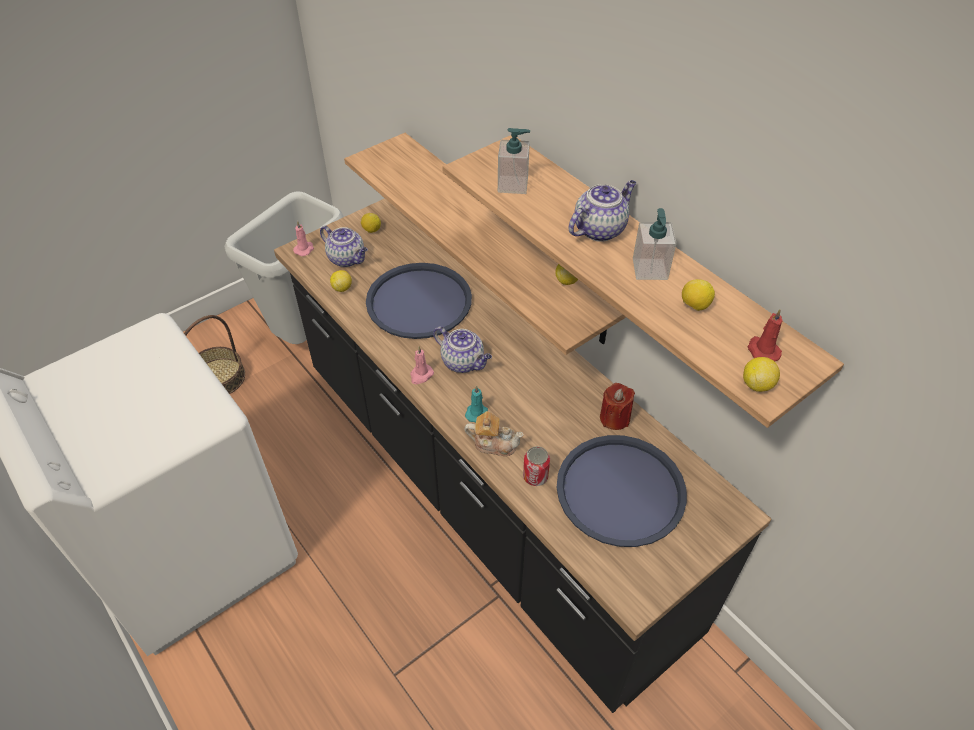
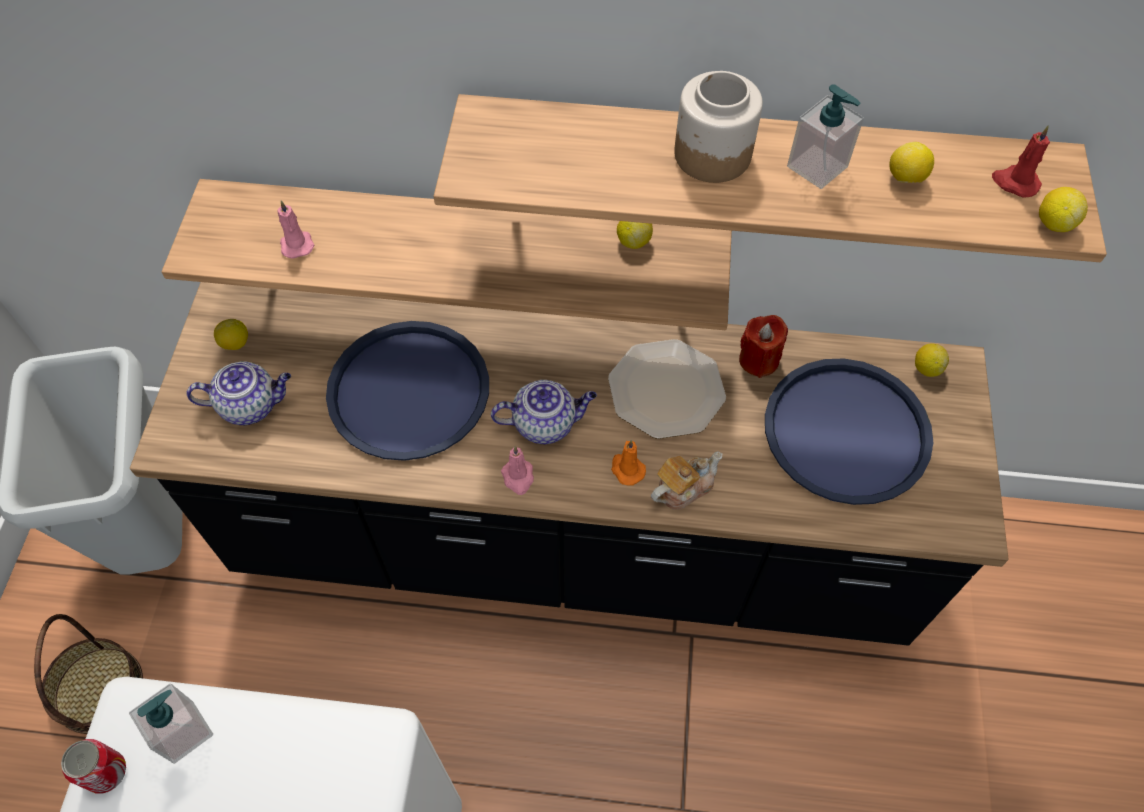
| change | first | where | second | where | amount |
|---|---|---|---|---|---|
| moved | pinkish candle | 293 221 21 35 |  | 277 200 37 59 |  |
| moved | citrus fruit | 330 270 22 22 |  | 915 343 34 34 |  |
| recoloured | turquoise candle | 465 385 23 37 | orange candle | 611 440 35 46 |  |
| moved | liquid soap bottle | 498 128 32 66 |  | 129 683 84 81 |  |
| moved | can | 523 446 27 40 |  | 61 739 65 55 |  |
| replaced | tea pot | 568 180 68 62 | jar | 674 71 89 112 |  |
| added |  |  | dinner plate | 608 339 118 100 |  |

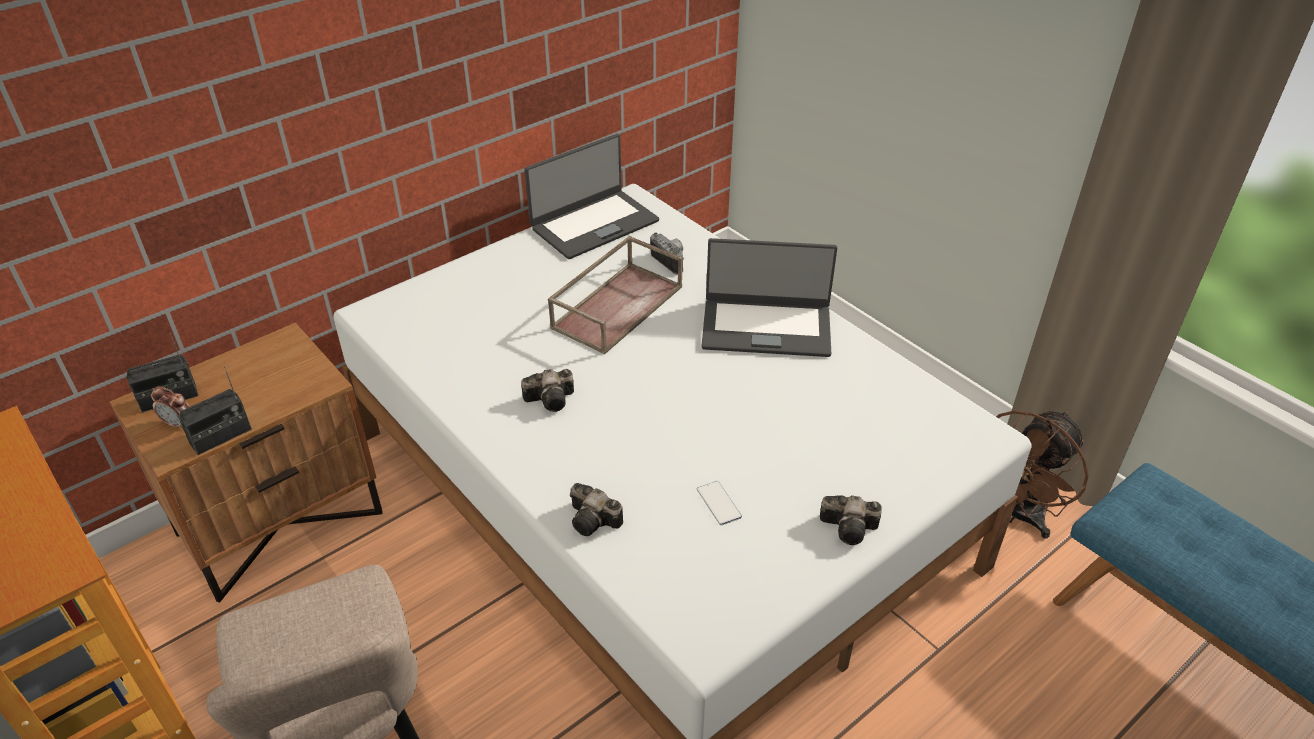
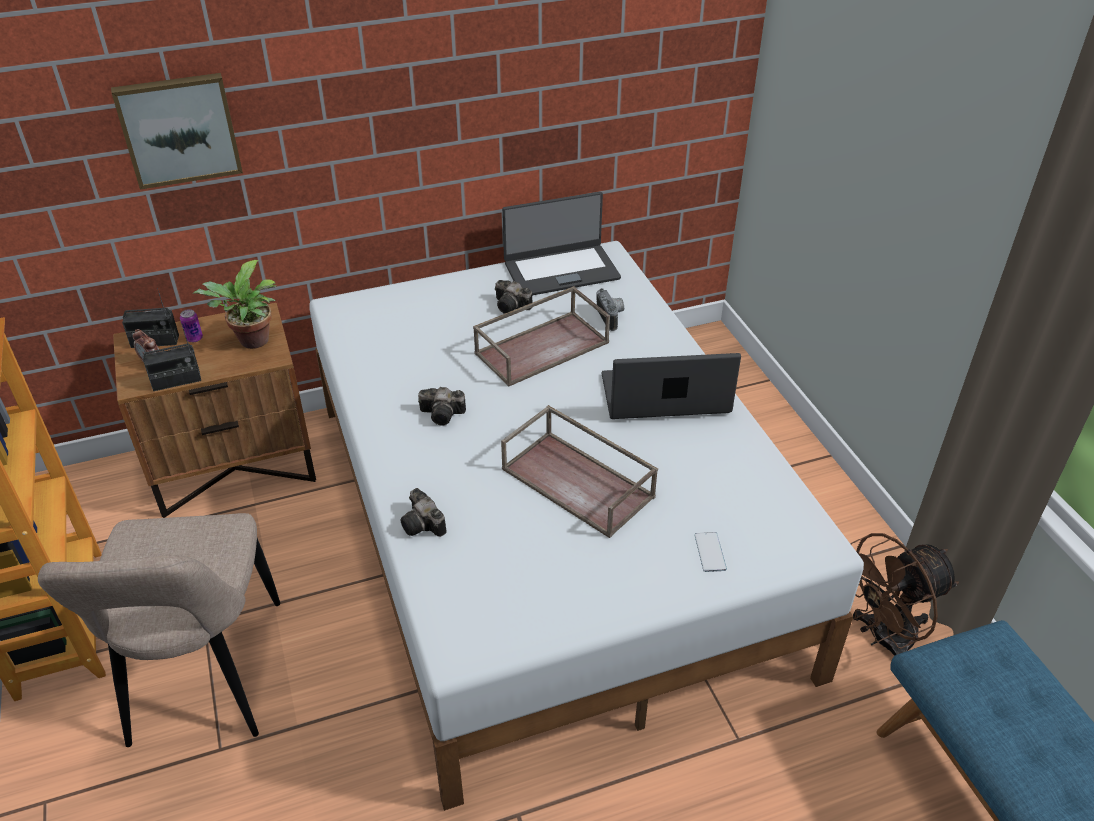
| change | first | where | second | where | amount |
|---|---|---|---|---|---|
| moved | handset | 697 481 45 44 |  | 694 532 33 40 |  |
| turned | laptop | 701 238 136 119 |  | 602 353 139 66 | 150 degrees clockwise |
| moved | photo camera | 820 495 62 50 |  | 495 280 37 34 |  |
| added |  |  | picture | 111 73 132 117 |  |
| added |  |  | can | 180 309 23 33 |  |
| added |  |  | houseplant | 192 260 85 89 |  |
| added |  |  | brown-coloured serving tray | 501 405 157 133 |  |

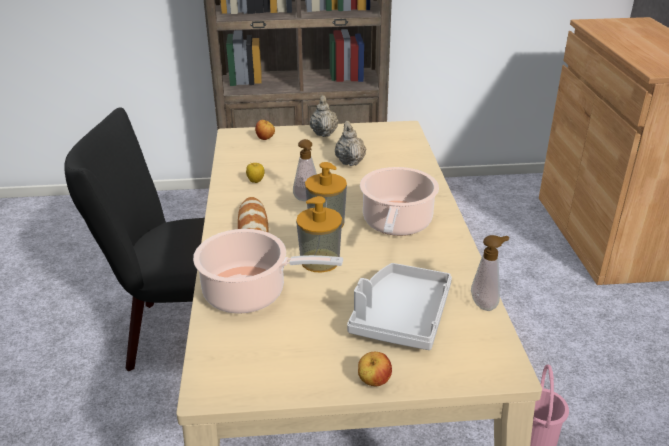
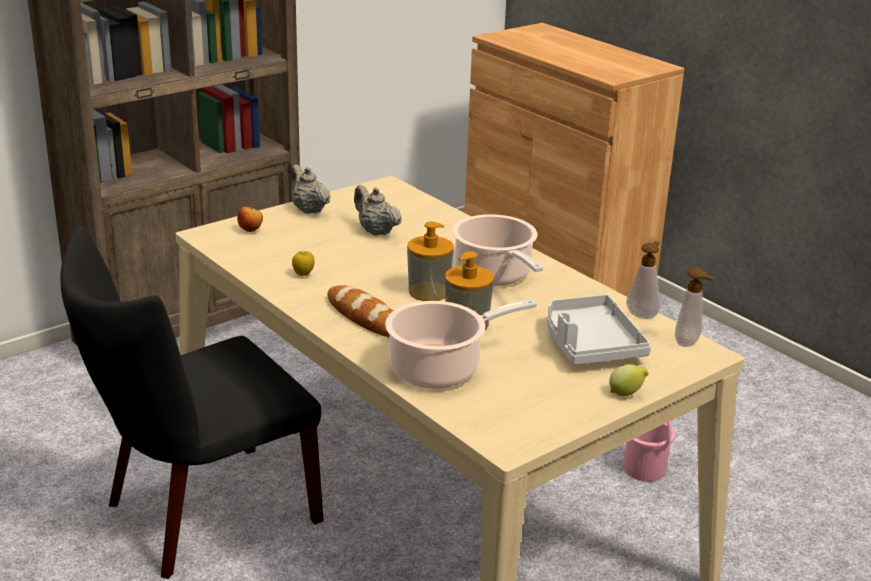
| change | first | where | second | where | amount |
|---|---|---|---|---|---|
| moved | liquid soap bottle | 293 139 24 62 |  | 675 268 39 79 |  |
| replaced | whole apple | 358 352 34 34 | citrus fruit | 609 364 40 32 |  |

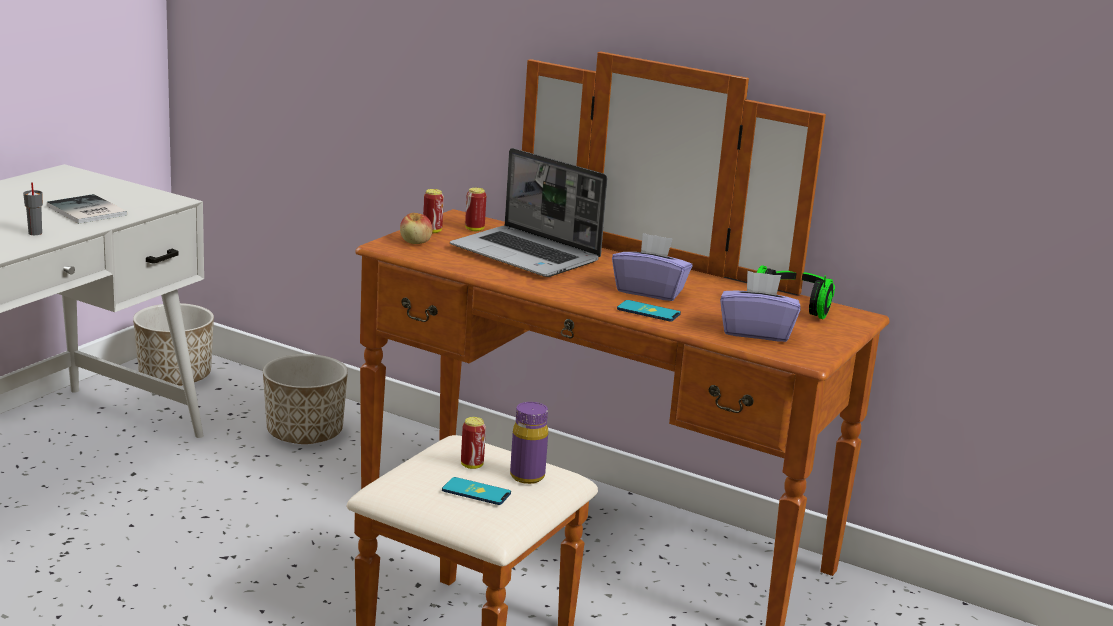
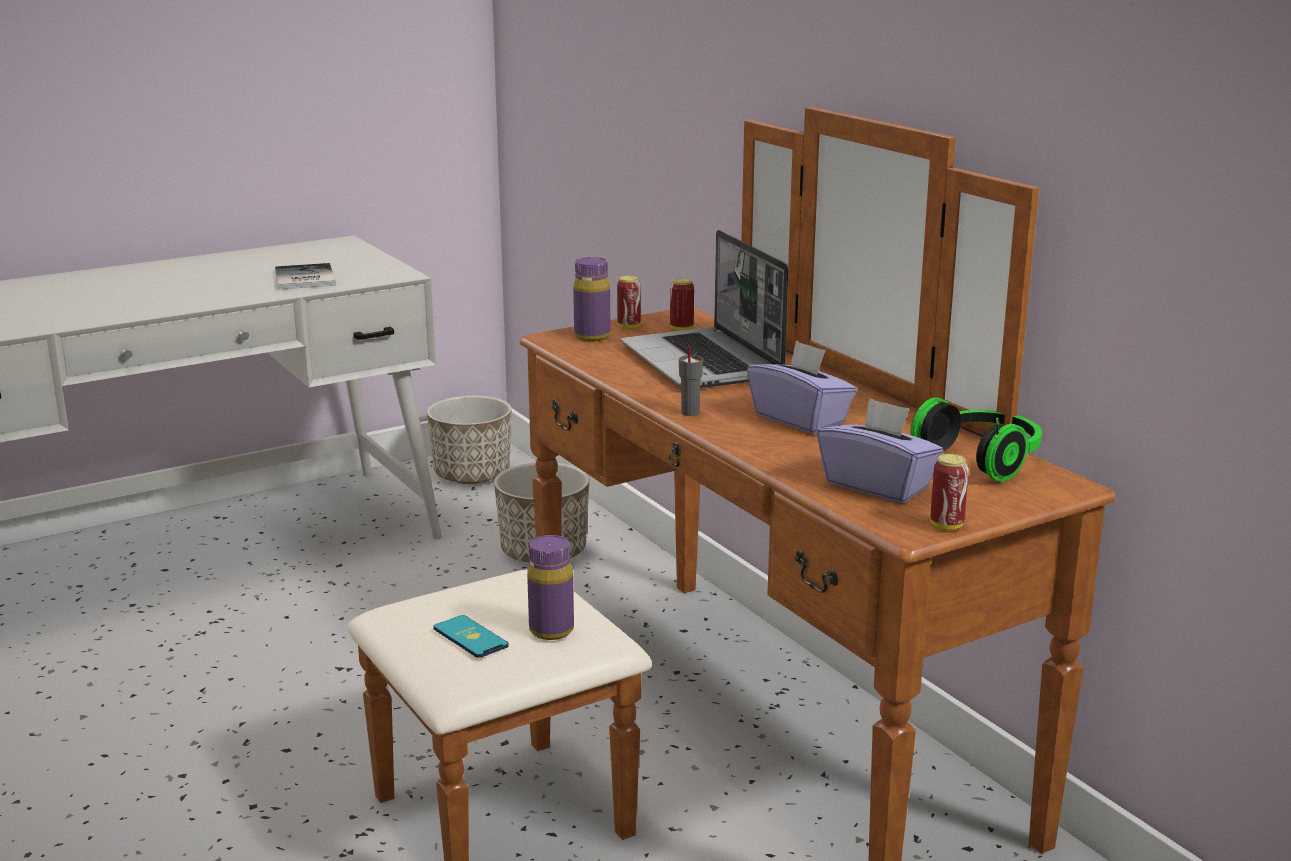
| change | first | where | second | where | amount |
|---|---|---|---|---|---|
| moved | gray small cup | 23 182 20 53 |  | 679 345 24 71 |  |
| replaced | whole apple | 400 213 33 31 | purplish beverage bottle | 573 257 37 84 |  |
| moved | can | 461 417 25 52 |  | 930 454 39 76 |  |
| removed | handset | 617 300 64 21 |  |  |  |

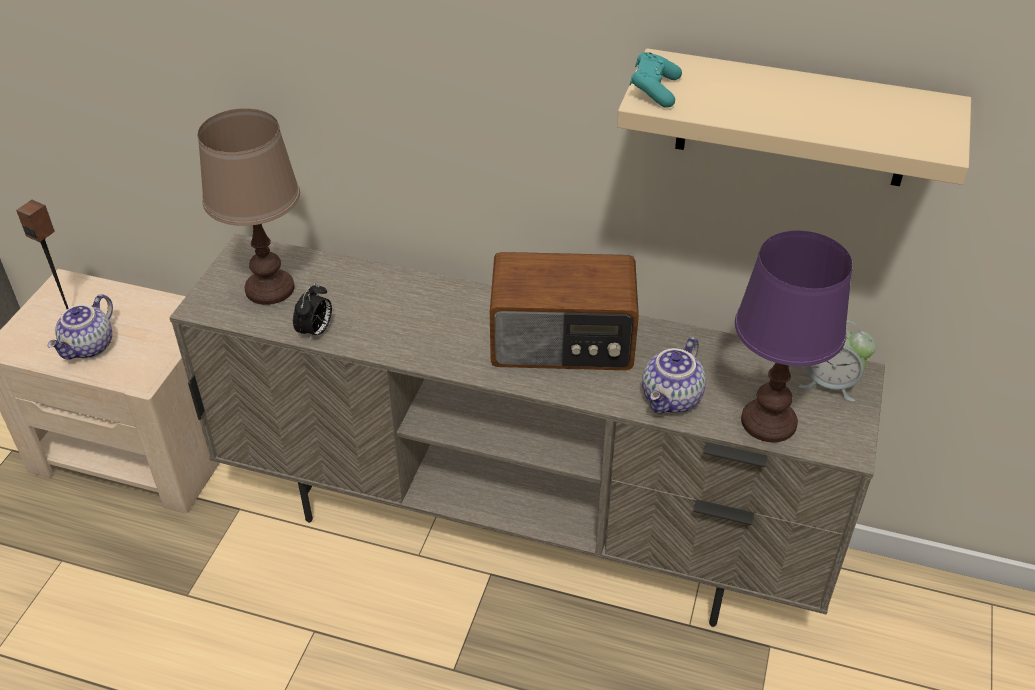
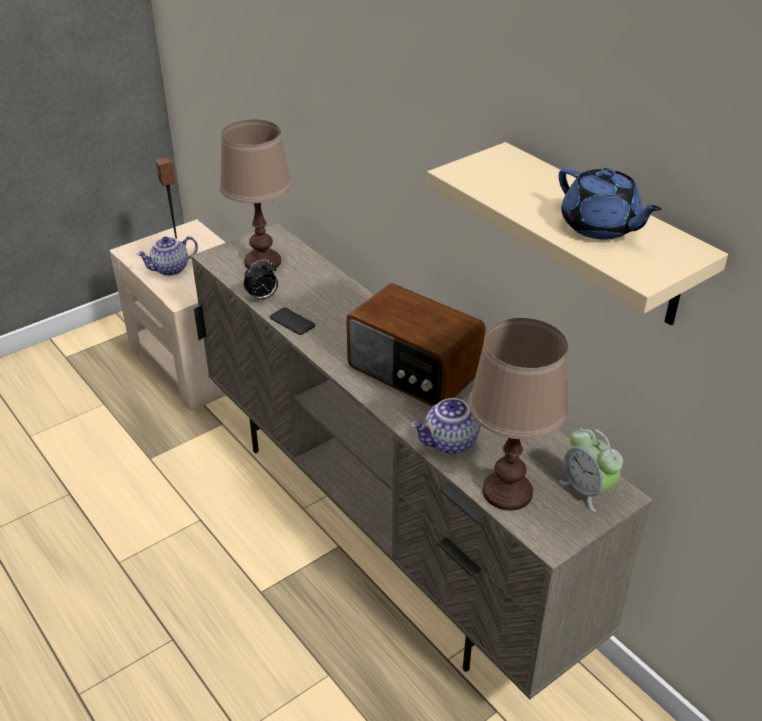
| change | first | where | second | where | amount |
|---|---|---|---|---|---|
| removed | turquoise gamepad | 630 52 52 56 |  |  |  |
| recoloured | purplish table lamp | 735 230 118 213 | brown-coloured table lamp | 469 318 99 193 |  |
| added |  |  | handset | 270 308 45 27 |  |
| added |  |  | blue tea pot | 559 168 103 71 |  |

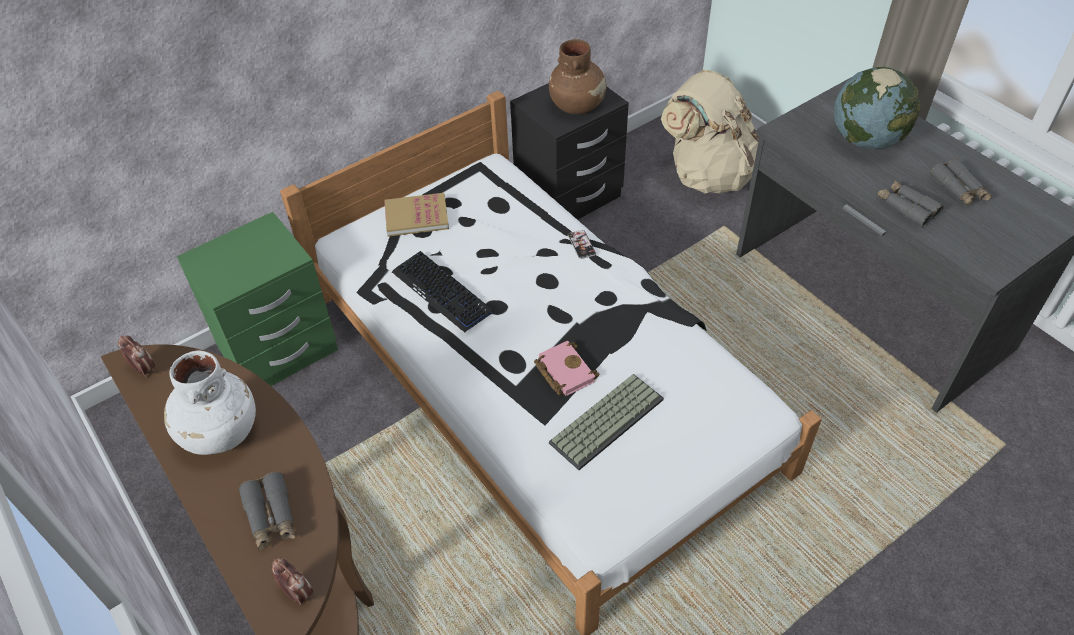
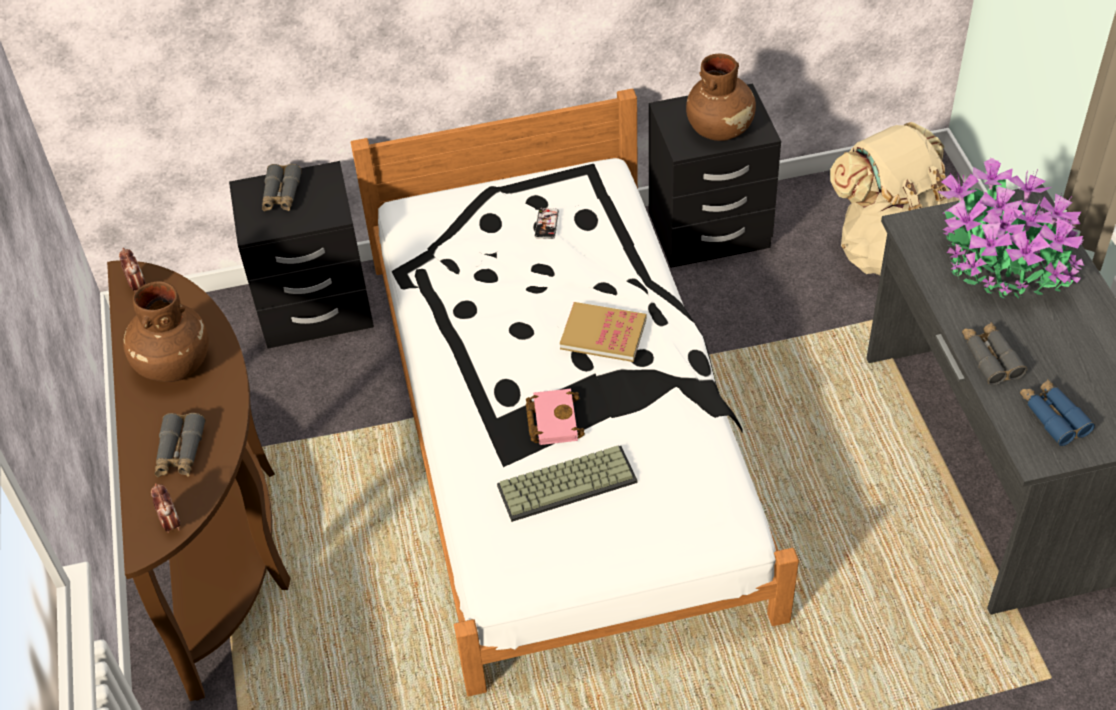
| change | first | where | second | where | amount |
|---|---|---|---|---|---|
| recoloured | white flower vase | 164 351 92 104 | brown-coloured flower vase | 123 281 86 101 |  |
| recoloured | greenish night table | 177 212 161 174 | blackish night table | 229 161 145 187 |  |
| moved | bound book | 384 193 65 44 |  | 560 302 86 60 |  |
| removed | keyboard | 392 251 102 82 |  |  |  |
| moved | handset | 568 230 28 29 |  | 535 208 24 31 |  |
| replaced | globe | 834 67 86 82 | houseplant | 937 158 147 141 |  |
| moved | gray field glasses | 930 159 62 48 |  | 262 164 40 47 |  |
| added |  |  | blue field glasses | 1020 378 75 68 |  |

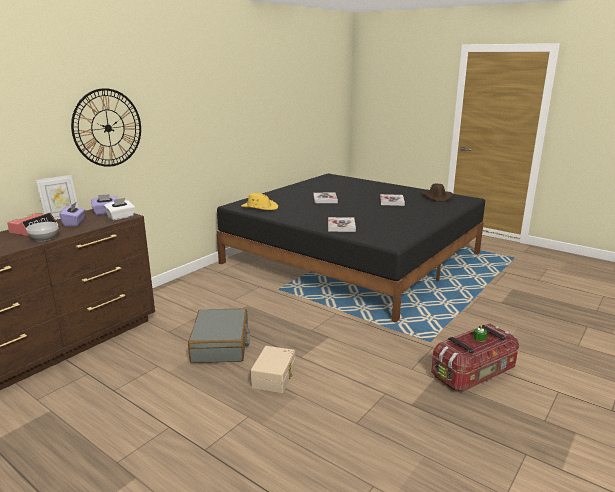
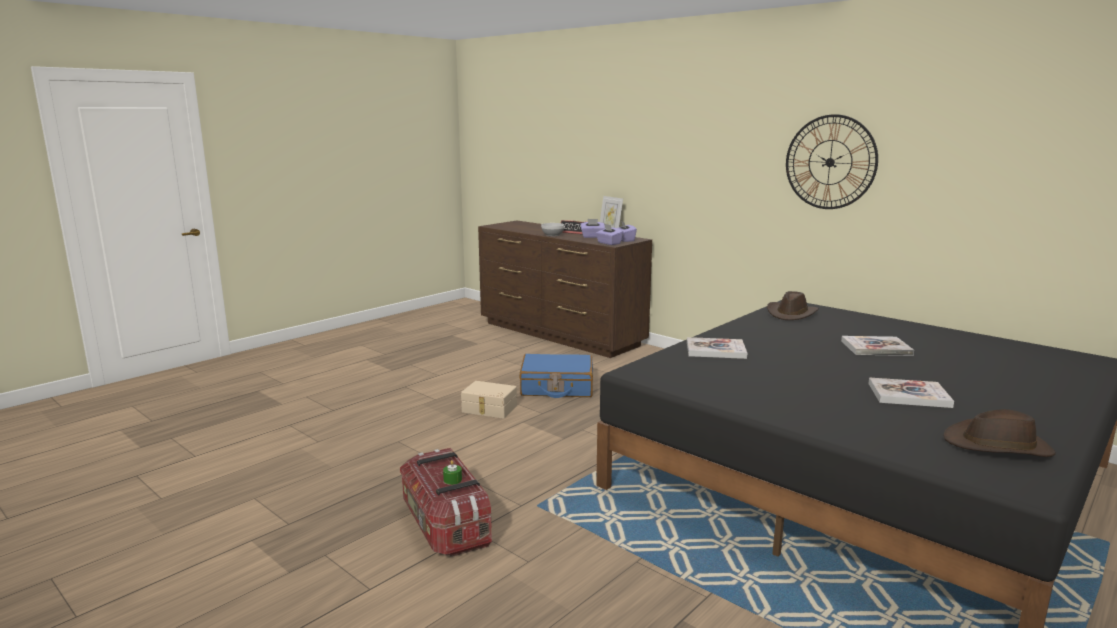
| change | first | where | second | where | amount |
|---|---|---|---|---|---|
| moved | wall clock | 71 88 70 79 |  | 786 114 92 95 |  |
| recoloured | white tissue holder | 104 198 31 22 | purplish tissue holder | 596 224 27 21 |  |
| recoloured | gray travel case | 188 308 62 55 | blue travel case | 520 354 73 44 |  |
| recoloured | yellow clothing hat | 241 193 37 17 | brown-coloured clothing hat | 767 291 52 29 |  |

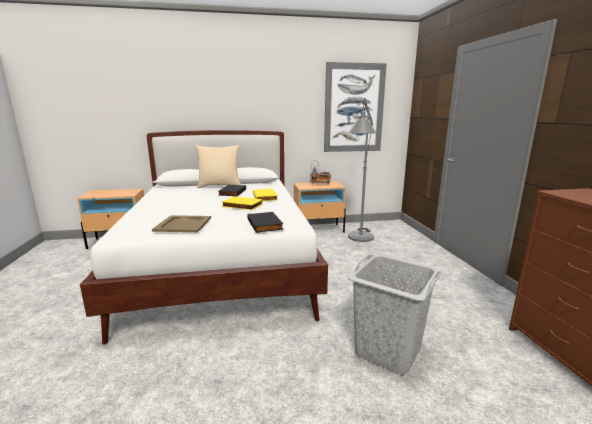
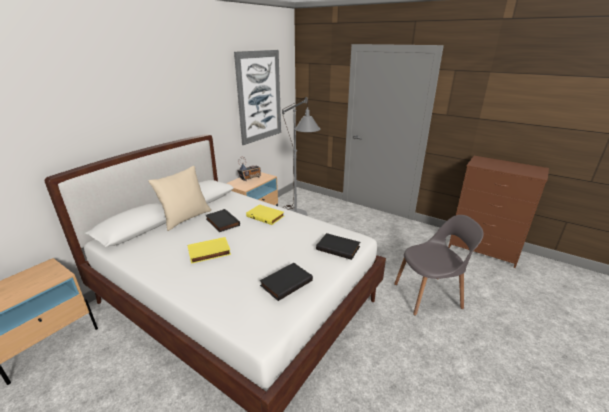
| change | first | where | second | where | amount |
|---|---|---|---|---|---|
| replaced | beige-coloured serving tray | 152 215 59 17 | blackish bound book | 260 263 53 38 |  |
| moved | yellow bound book | 222 196 41 14 |  | 188 237 43 27 |  |
| replaced | gray washing basket | 347 253 95 122 | gray chair | 394 215 90 100 |  |

